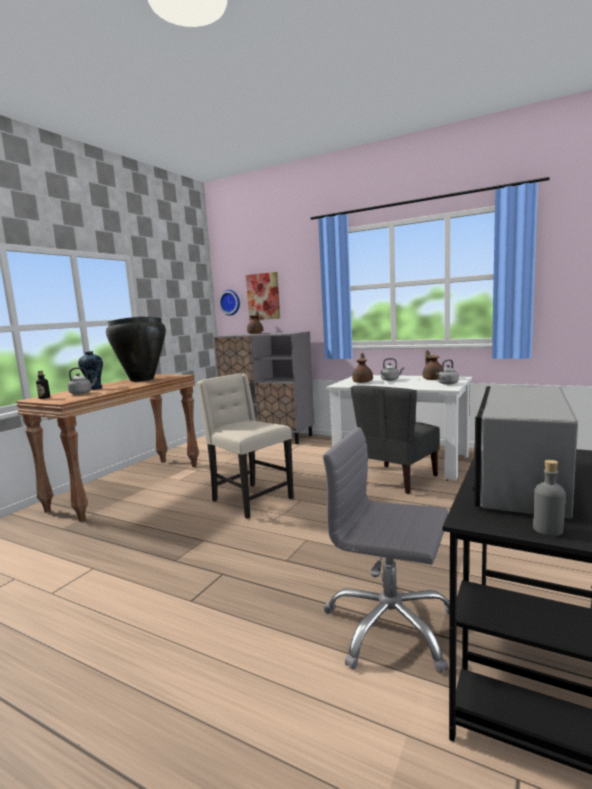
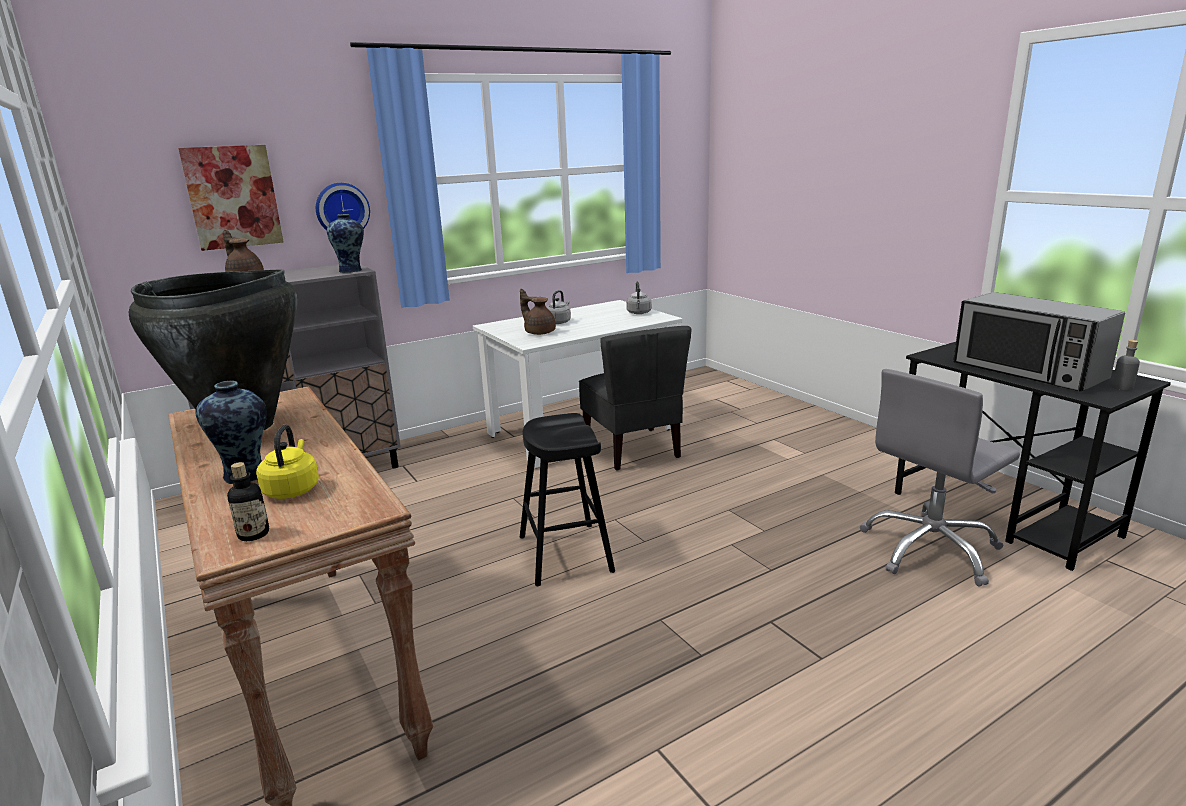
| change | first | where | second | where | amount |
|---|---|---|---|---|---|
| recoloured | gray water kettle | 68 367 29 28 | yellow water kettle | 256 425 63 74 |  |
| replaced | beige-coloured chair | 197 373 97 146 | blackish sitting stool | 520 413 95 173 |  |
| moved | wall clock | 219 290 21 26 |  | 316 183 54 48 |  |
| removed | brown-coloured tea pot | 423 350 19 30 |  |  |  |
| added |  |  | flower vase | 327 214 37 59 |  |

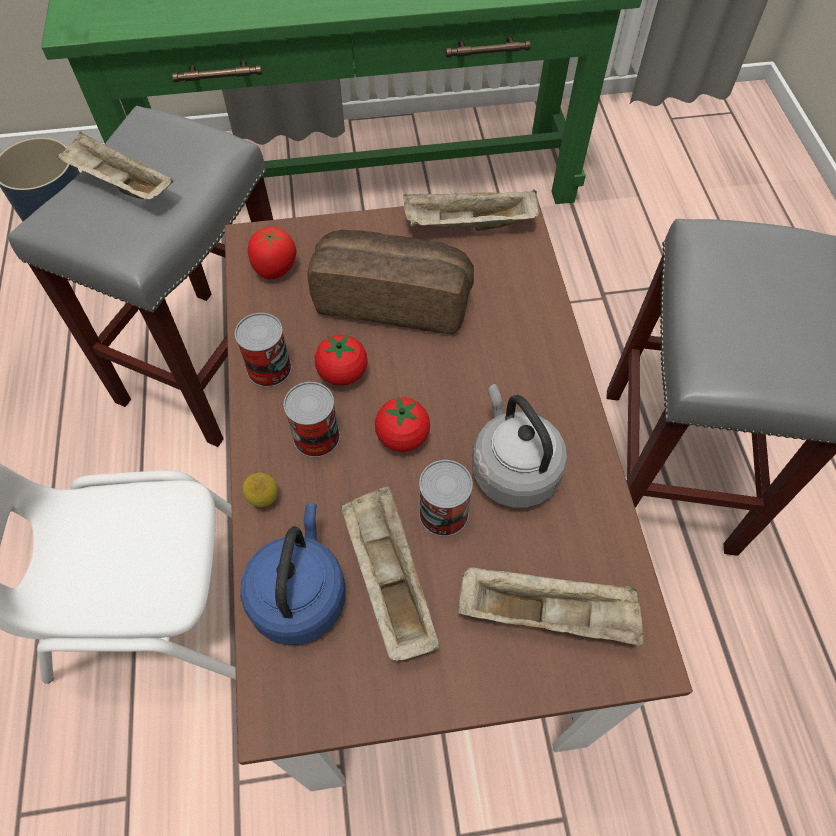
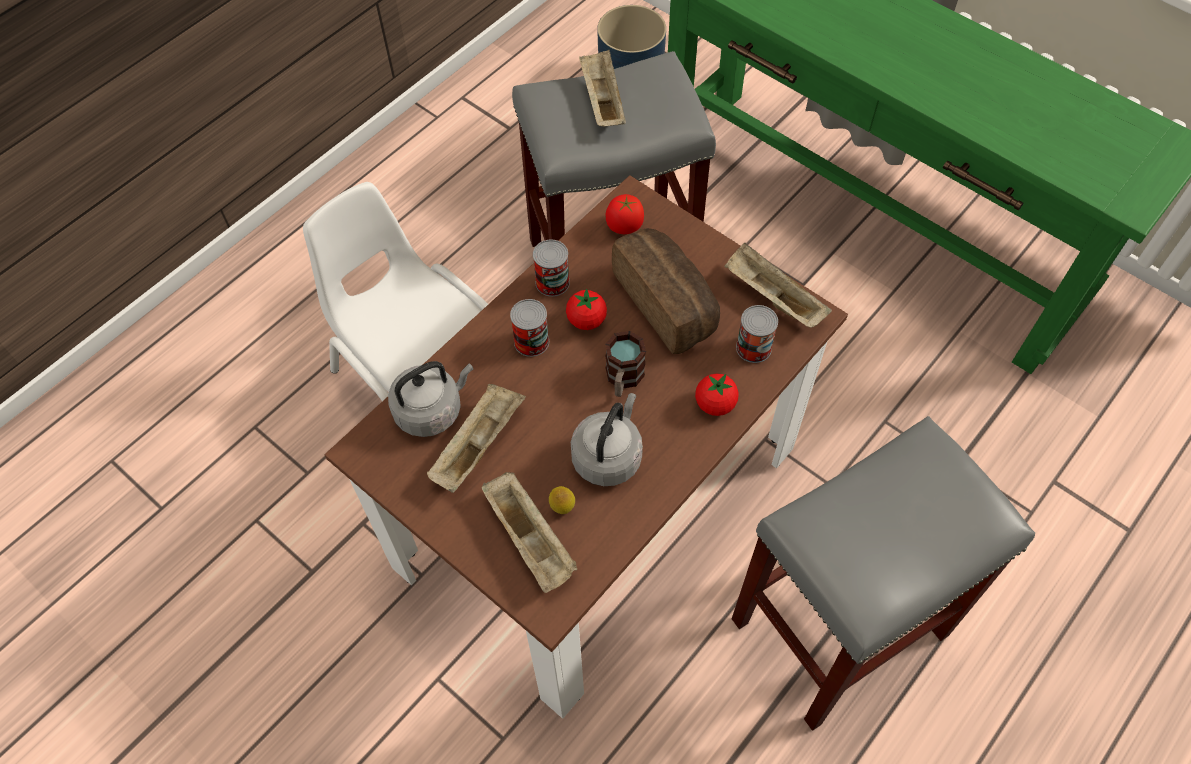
| change | first | where | second | where | amount |
|---|---|---|---|---|---|
| recoloured | blue water kettle | 240 503 106 142 | gray water kettle | 388 361 86 76 |  |
| moved | citrus fruit | 243 473 35 34 |  | 549 486 26 28 |  |
| moved | tomato | 375 396 55 56 |  | 695 374 44 42 |  |
| moved | can | 419 460 54 77 |  | 736 305 42 58 |  |
| added |  |  | coffee mug | 605 331 41 66 |  |

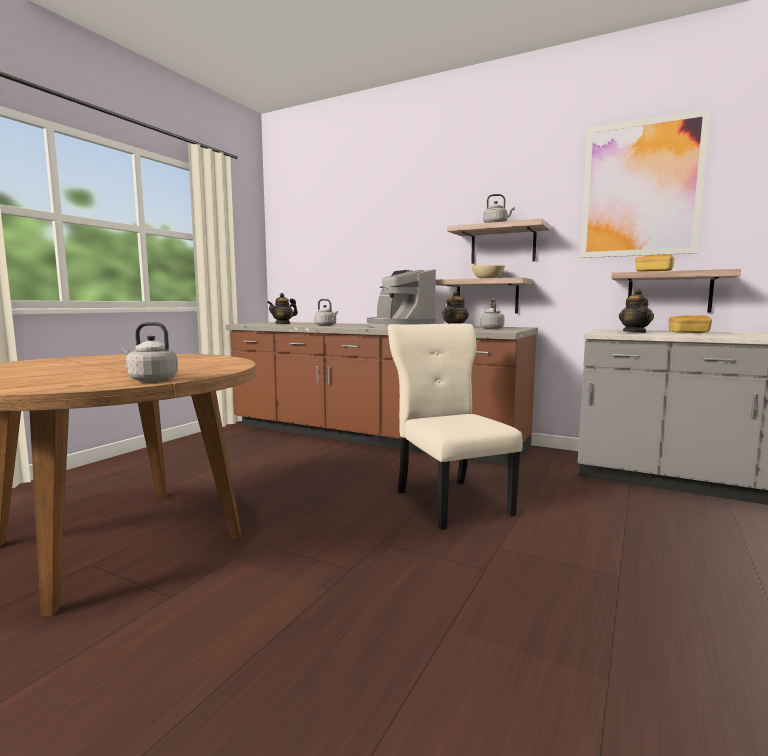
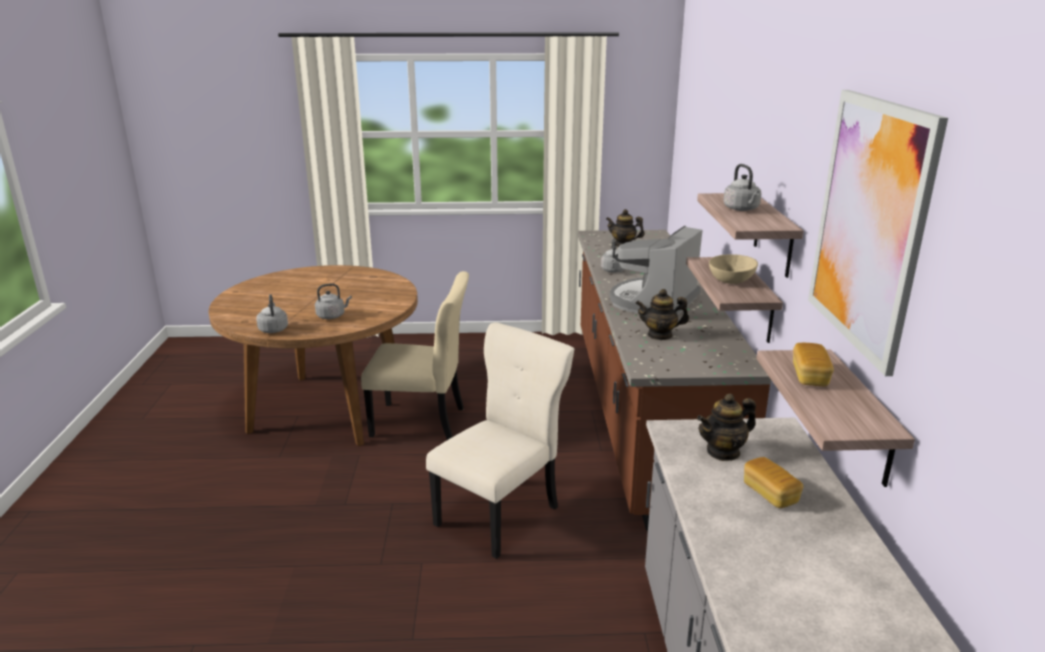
| change | first | where | second | where | amount |
|---|---|---|---|---|---|
| moved | gray water kettle | 479 298 26 31 |  | 315 283 37 36 |  |
| added |  |  | beige-coloured chair | 361 271 108 169 |  |

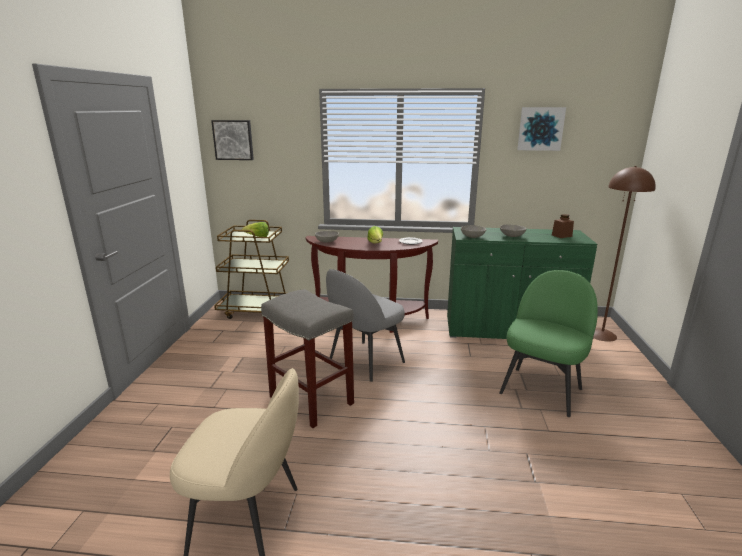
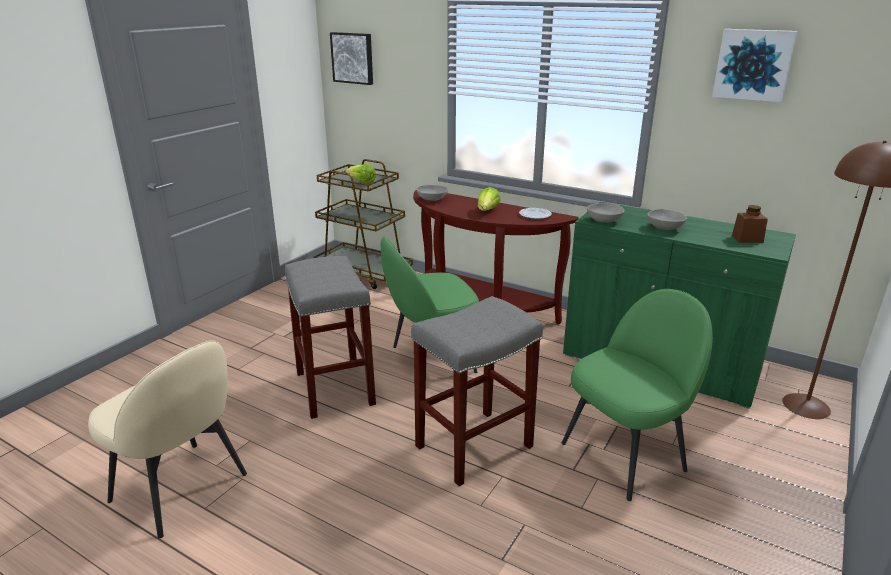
| change | first | where | second | where | amount |
|---|---|---|---|---|---|
| recoloured | gray chair | 326 269 79 113 | greenish chair | 381 236 98 137 |  |
| added |  |  | gray sitting stool | 411 296 132 190 |  |

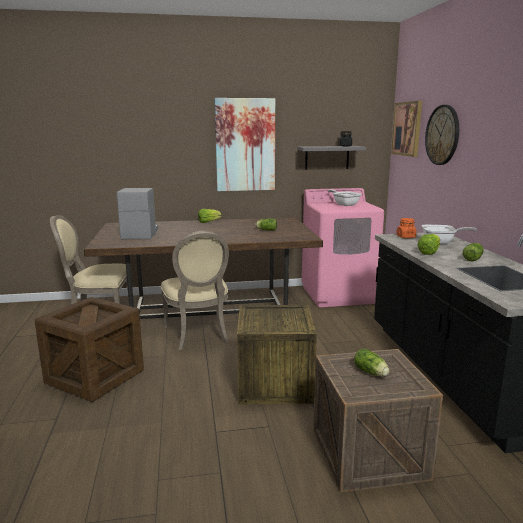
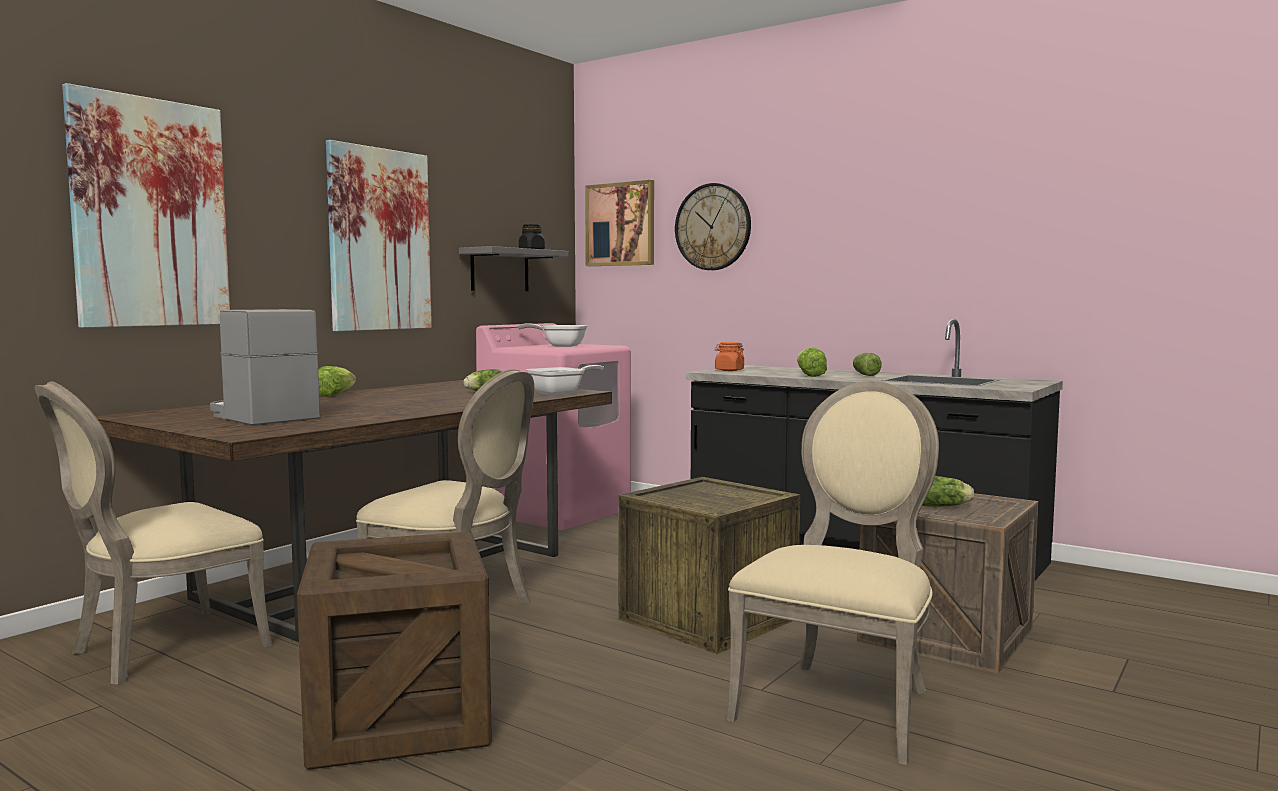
| change | first | where | second | where | amount |
|---|---|---|---|---|---|
| moved | skillet | 422 225 56 19 |  | 526 365 79 30 |  |
| added |  |  | picture | 62 83 168 245 |  |
| added |  |  | beige-coloured chair | 726 381 213 385 |  |

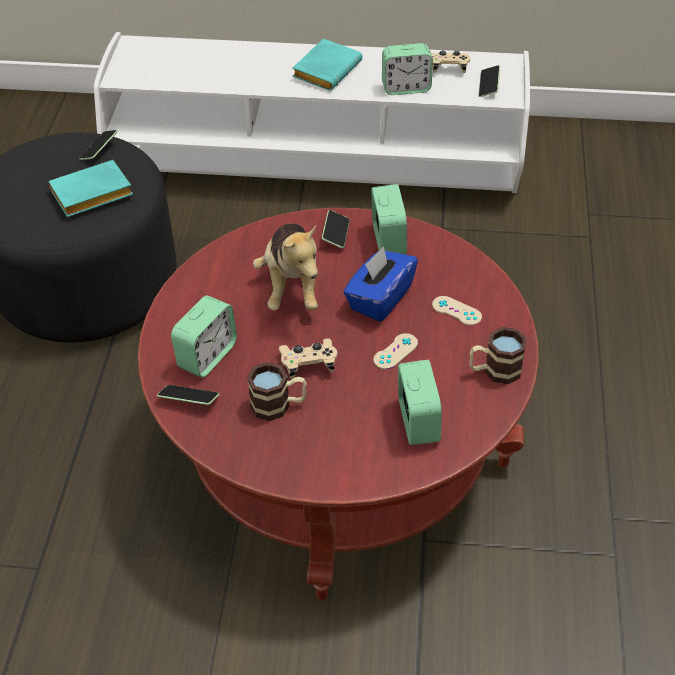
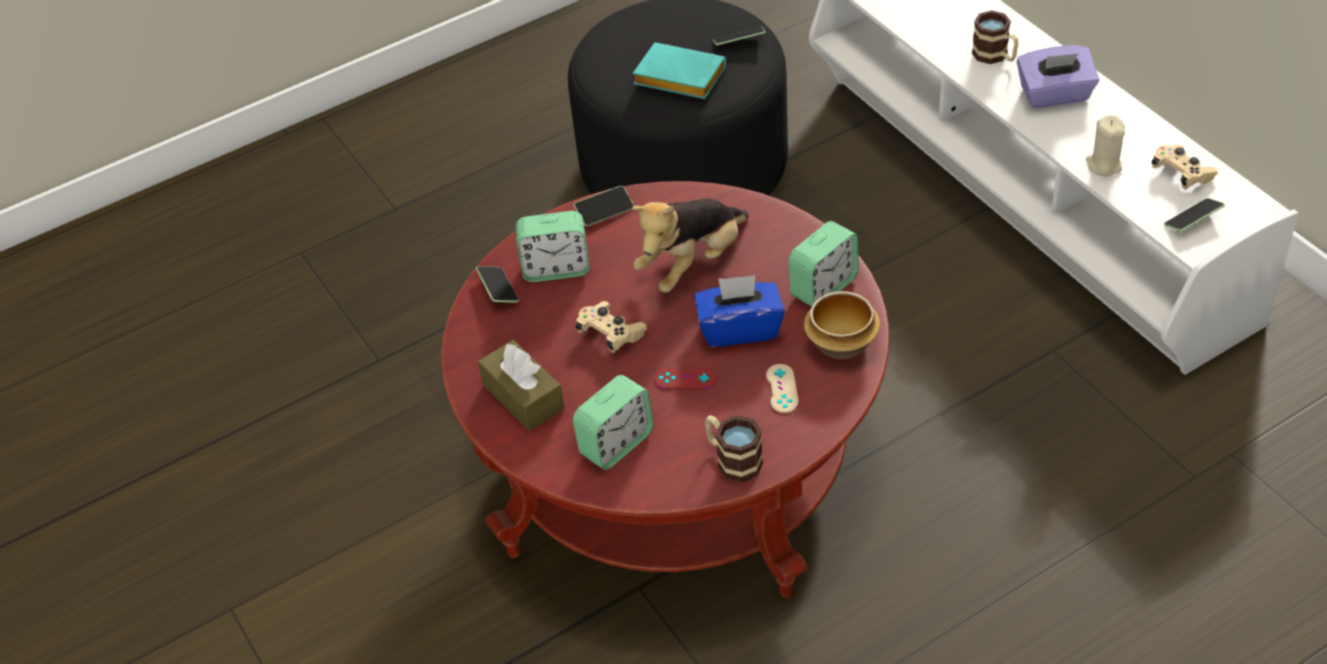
| change | first | where | second | where | amount |
|---|---|---|---|---|---|
| moved | coffee mug | 247 362 60 59 |  | 972 10 46 54 |  |
| replaced | turquoise bound book | 292 39 70 52 | purplish tissue holder | 1017 45 82 63 |  |
| moved | handset | 322 210 28 38 |  | 574 186 60 40 |  |
| recoloured | beige-coloured gamepad | 373 333 45 36 | red gamepad | 654 367 63 23 |  |
| replaced | alarm clock | 382 43 51 52 | beige-coloured candle | 1086 115 39 61 |  |
| added |  |  | brown-coloured tissue holder | 478 340 87 91 |  |
| added |  |  | deep dish | 804 291 76 68 |  |

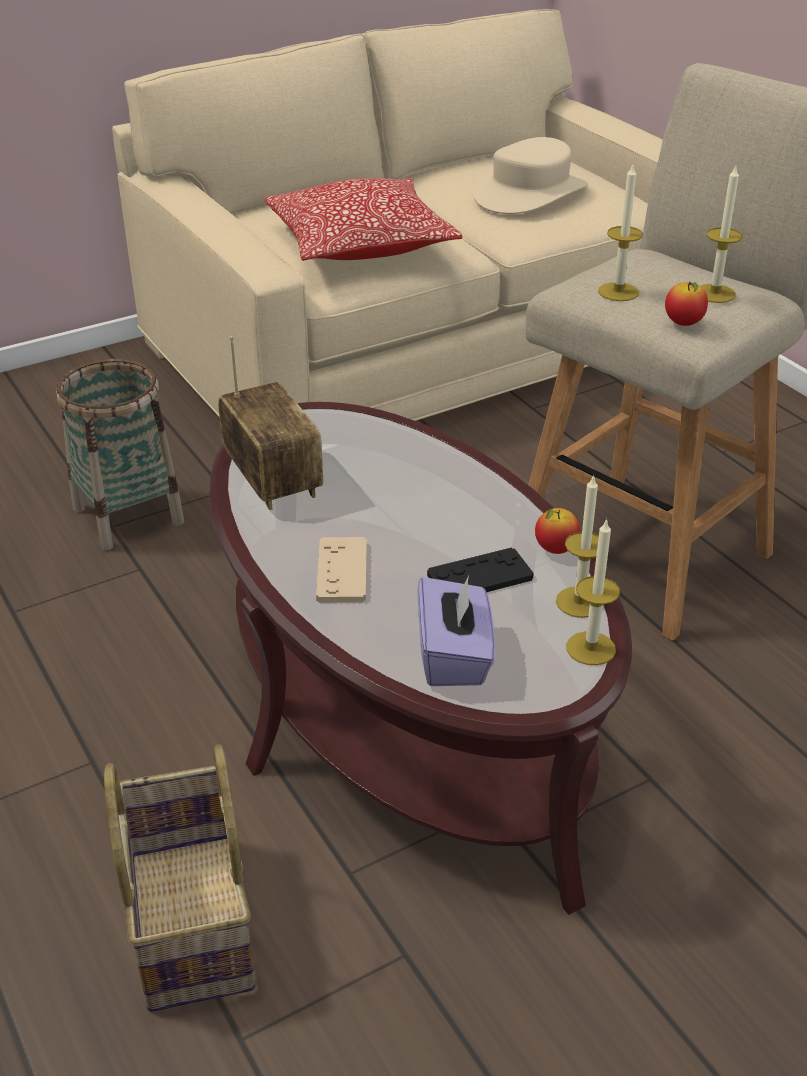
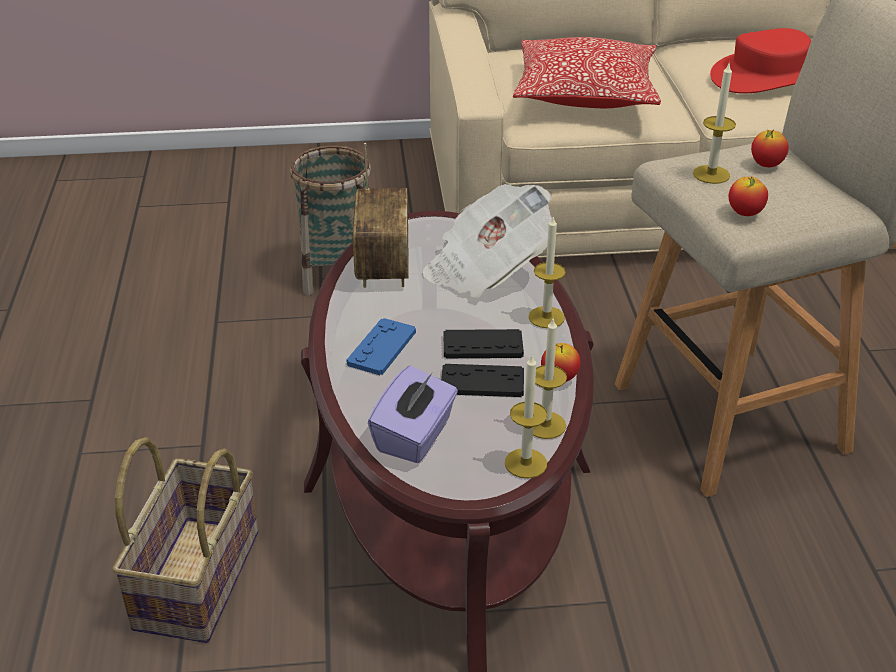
| change | first | where | second | where | amount |
|---|---|---|---|---|---|
| recoloured | beige-coloured gamepad | 316 537 51 66 | blue gamepad | 346 318 70 57 |  |
| recoloured | beige-coloured clothing hat | 473 137 115 77 | red clothing hat | 710 28 101 66 |  |
| moved | candle | 698 164 45 139 |  | 528 215 38 113 |  |
| added |  |  | printed paper | 423 184 129 114 |  |
| added |  |  | blackish gamepad | 444 329 80 29 |  |
| added |  |  | whole apple | 751 130 38 37 |  |

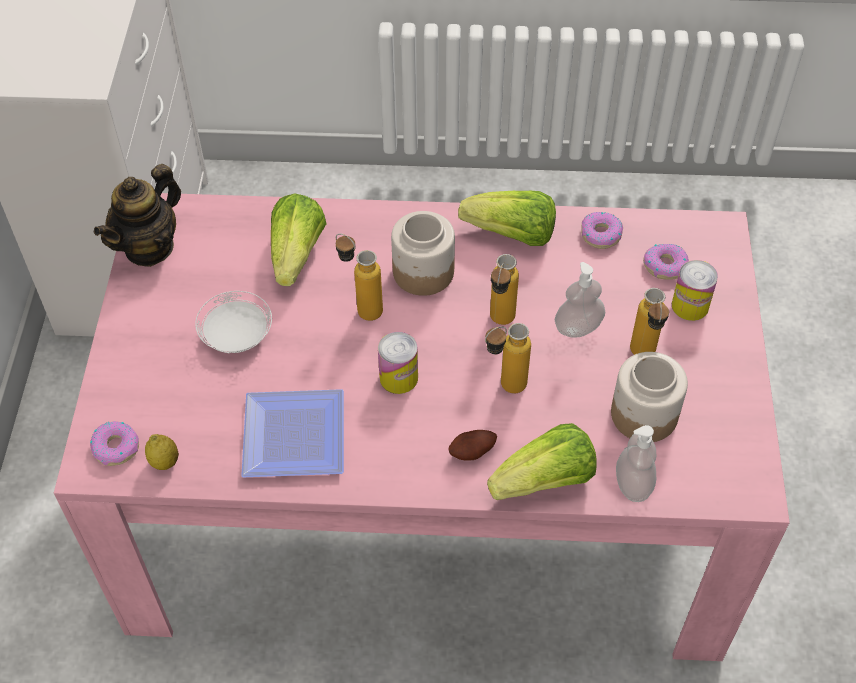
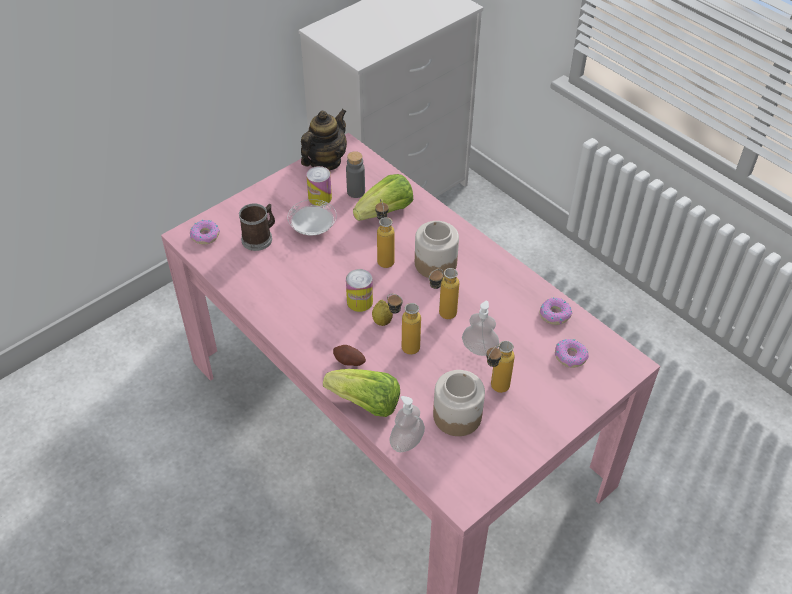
| change | first | where | second | where | amount |
|---|---|---|---|---|---|
| turned | tea pot | 94 164 87 103 |  | 301 109 46 62 | 135 degrees clockwise |
| moved | citrus fruit | 145 434 34 36 |  | 372 300 21 26 |  |
| removed | dinner plate | 241 389 103 88 |  |  |  |
| removed | lettuce head | 458 191 98 55 |  |  |  |
| moved | can | 672 260 46 61 |  | 306 166 26 40 |  |
| added |  |  | coffee mug | 239 203 36 48 |  |
| added |  |  | gray beverage bottle | 346 151 19 47 |  |

